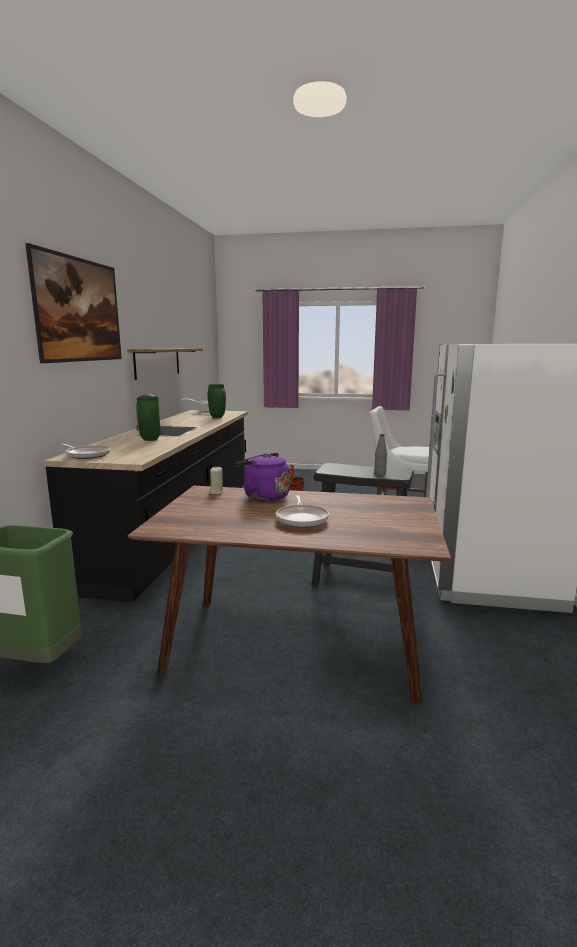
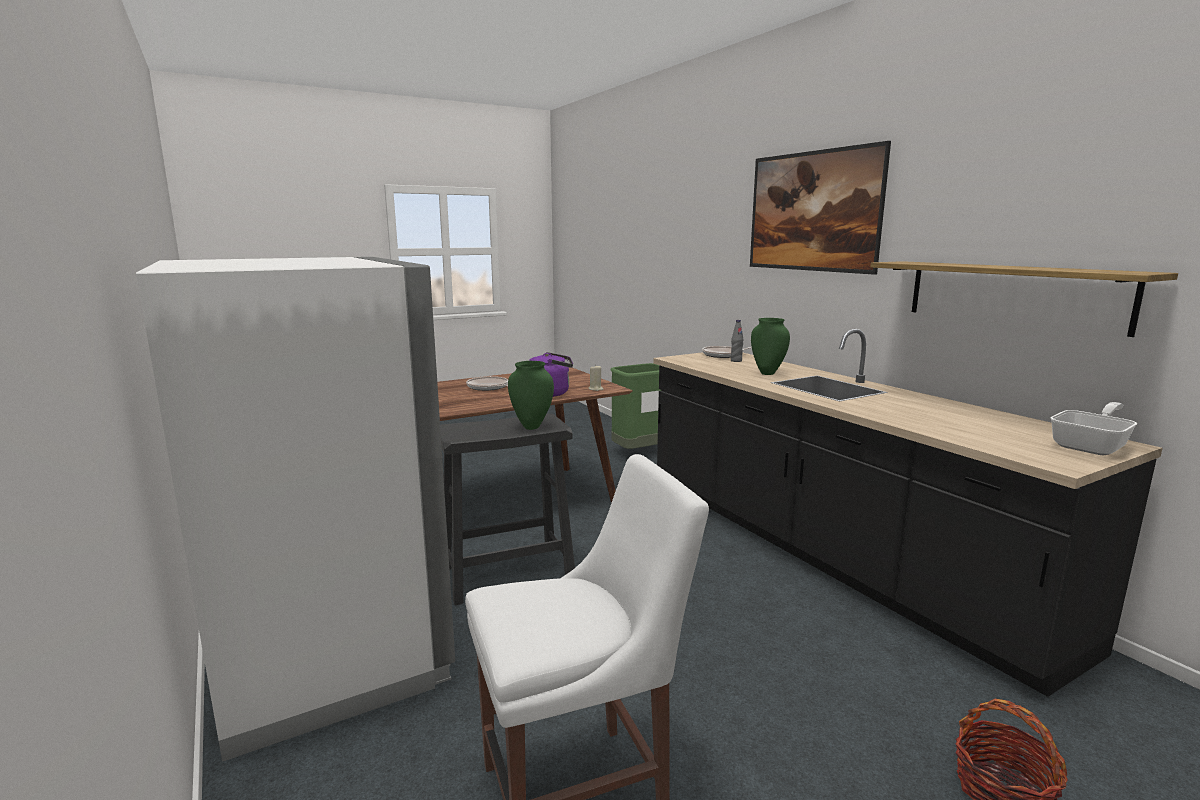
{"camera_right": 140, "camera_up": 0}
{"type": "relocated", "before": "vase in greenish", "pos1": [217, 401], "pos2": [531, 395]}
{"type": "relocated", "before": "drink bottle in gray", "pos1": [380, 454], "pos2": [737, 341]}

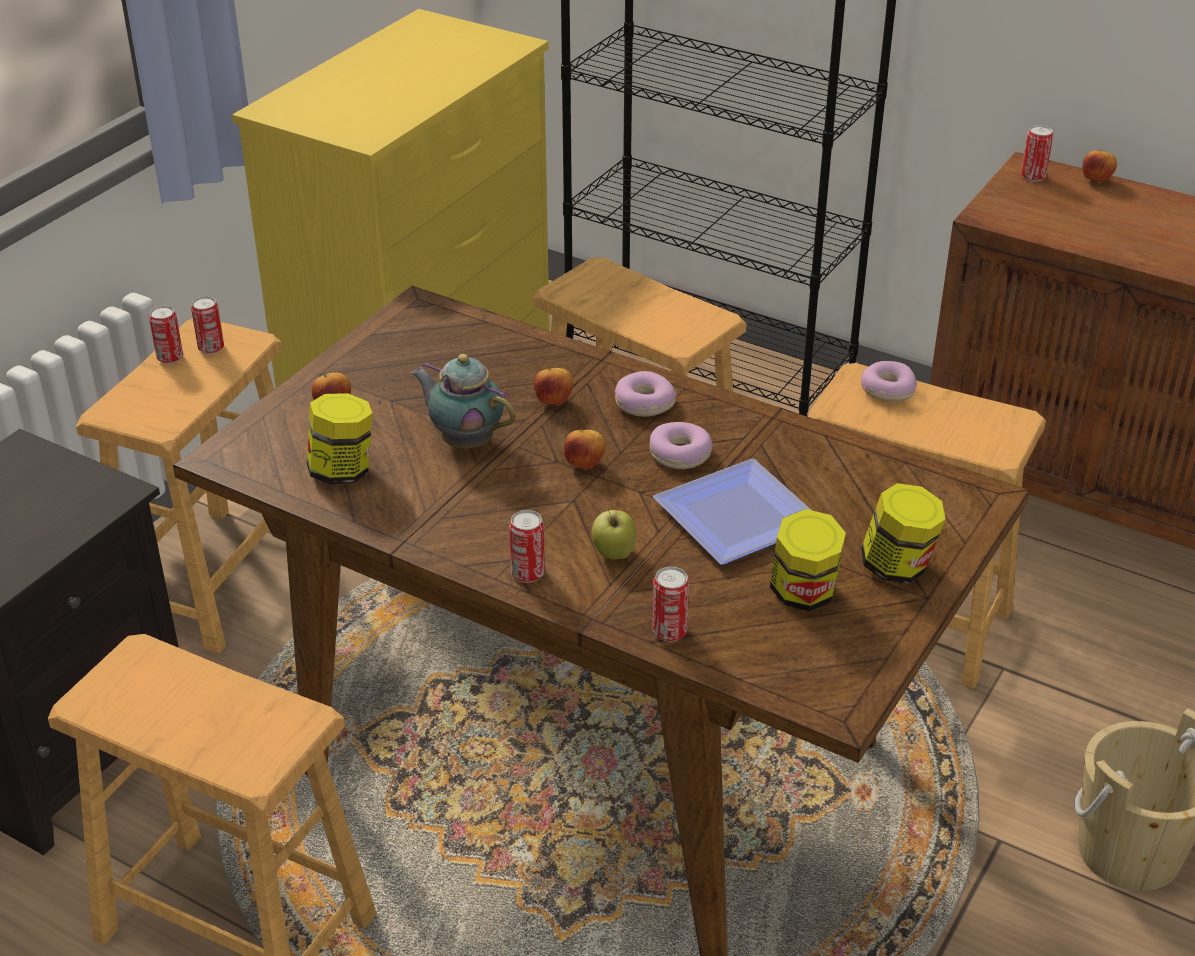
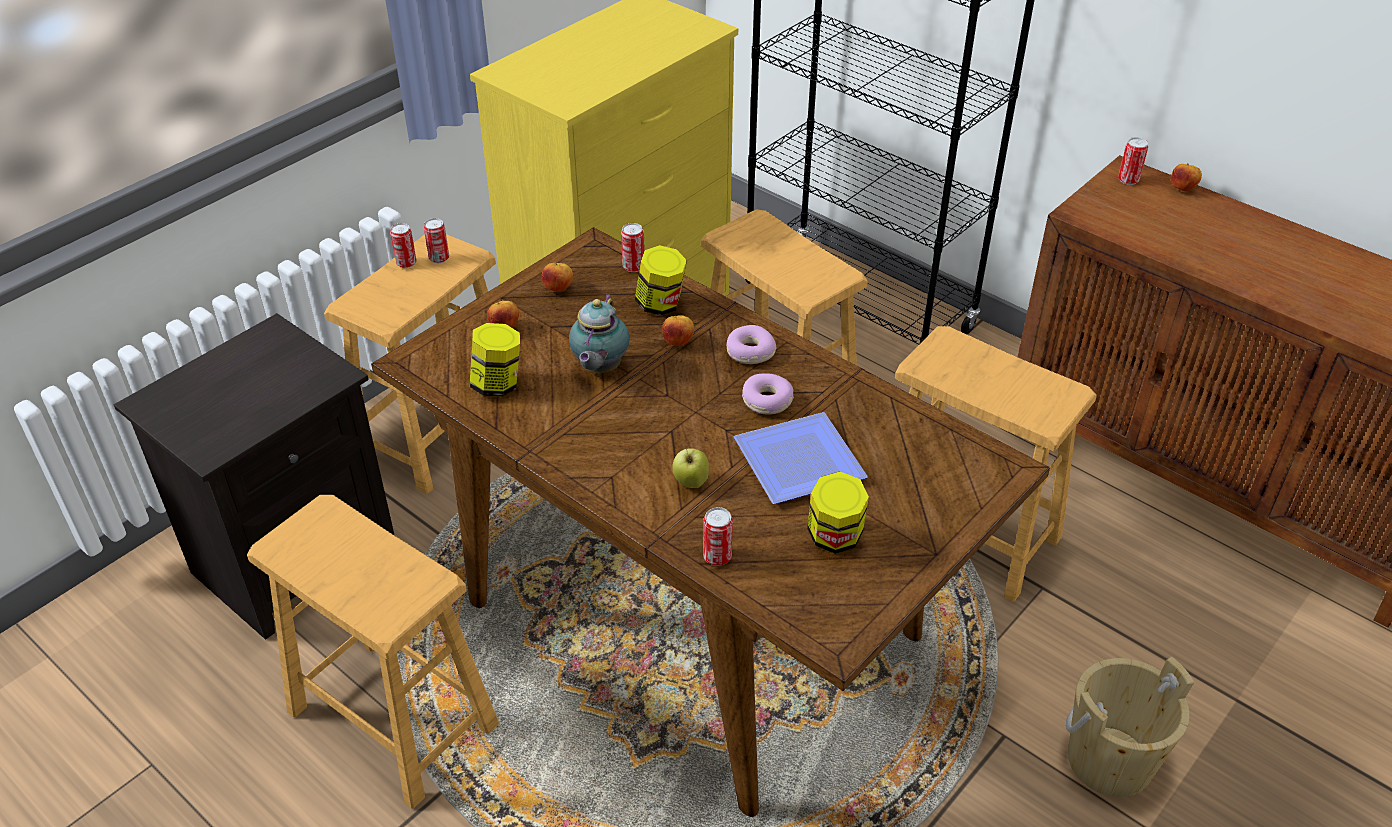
{"camera_right": 10, "camera_up": 5}
{"type": "spun", "before": "tea pot", "pos1": [463, 401], "pos2": [599, 333], "turn": -120}
{"type": "relocated", "before": "can", "pos1": [527, 546], "pos2": [633, 247]}
{"type": "relocated", "before": "apple fruit", "pos1": [585, 449], "pos2": [557, 277]}
{"type": "missing", "before": "donut", "pos1": [889, 381]}
{"type": "relocated", "before": "preserve jar", "pos1": [903, 533], "pos2": [661, 280]}

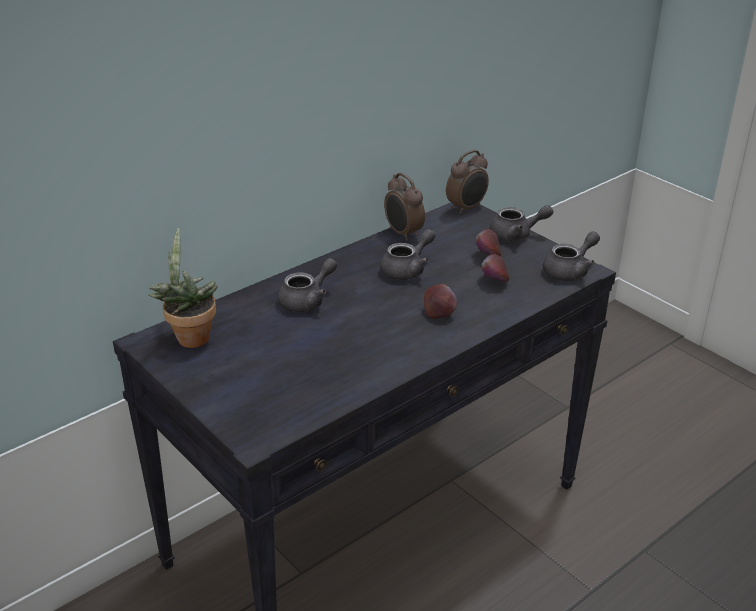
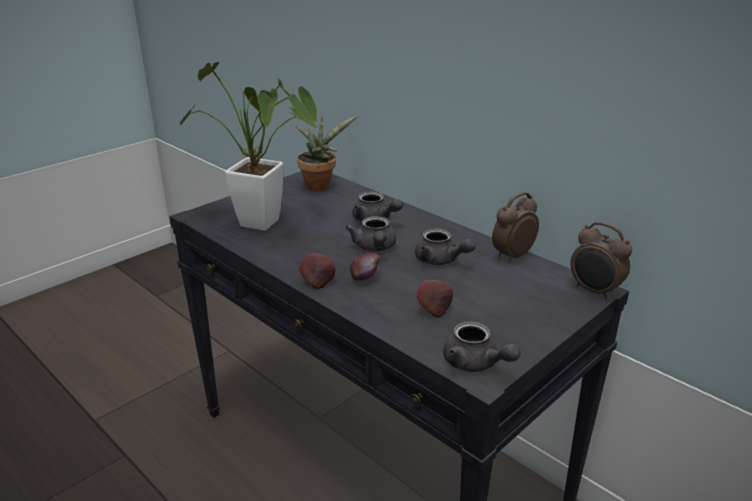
{"camera_right": 85, "camera_up": -5}
{"type": "relocated", "before": "apple fruit", "pos1": [488, 243], "pos2": [317, 271]}
{"type": "relocated", "before": "tea pot in gray", "pos1": [521, 223], "pos2": [371, 233]}
{"type": "appeared", "after": "plant in a pot", "pos2": [250, 146]}

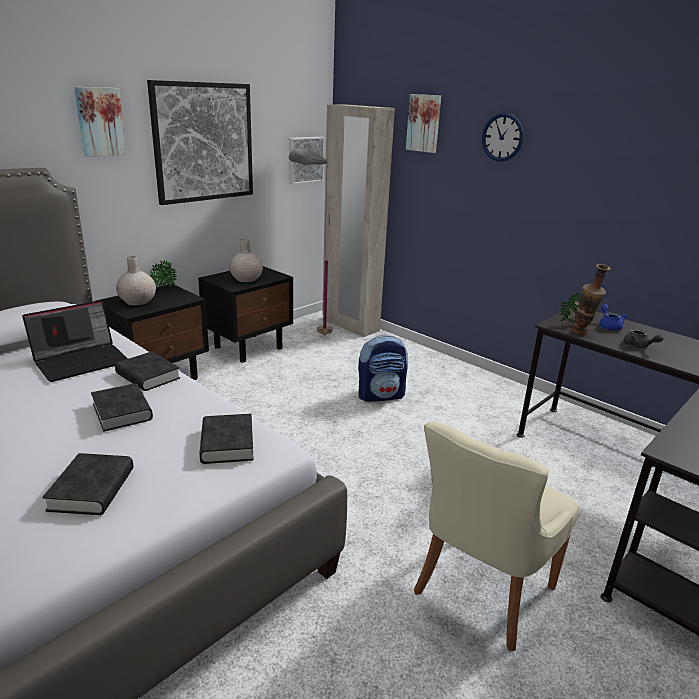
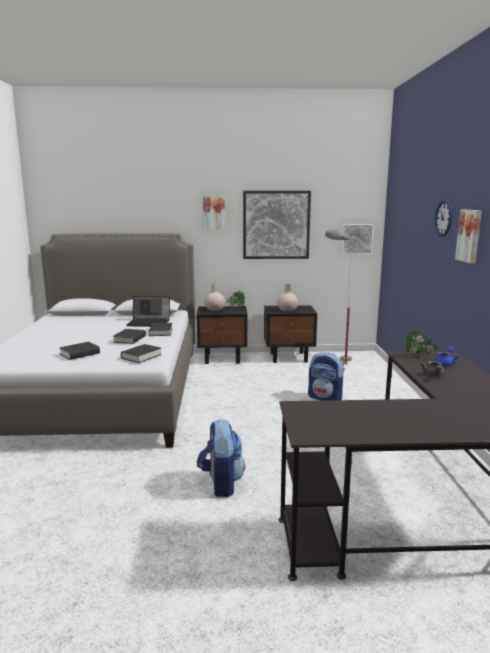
{"camera_right": 45, "camera_up": -10}
{"type": "missing", "before": "wardrobe in beige-coloured", "pos1": [358, 220]}
{"type": "relocated", "before": "wall picture", "pos1": [423, 123], "pos2": [468, 236]}
{"type": "exchanged", "before": "upright chair in beige-coloured", "after": "rucksack", "pos1": [497, 536], "pos2": [221, 458]}
{"type": "missing", "before": "vase", "pos1": [591, 299]}

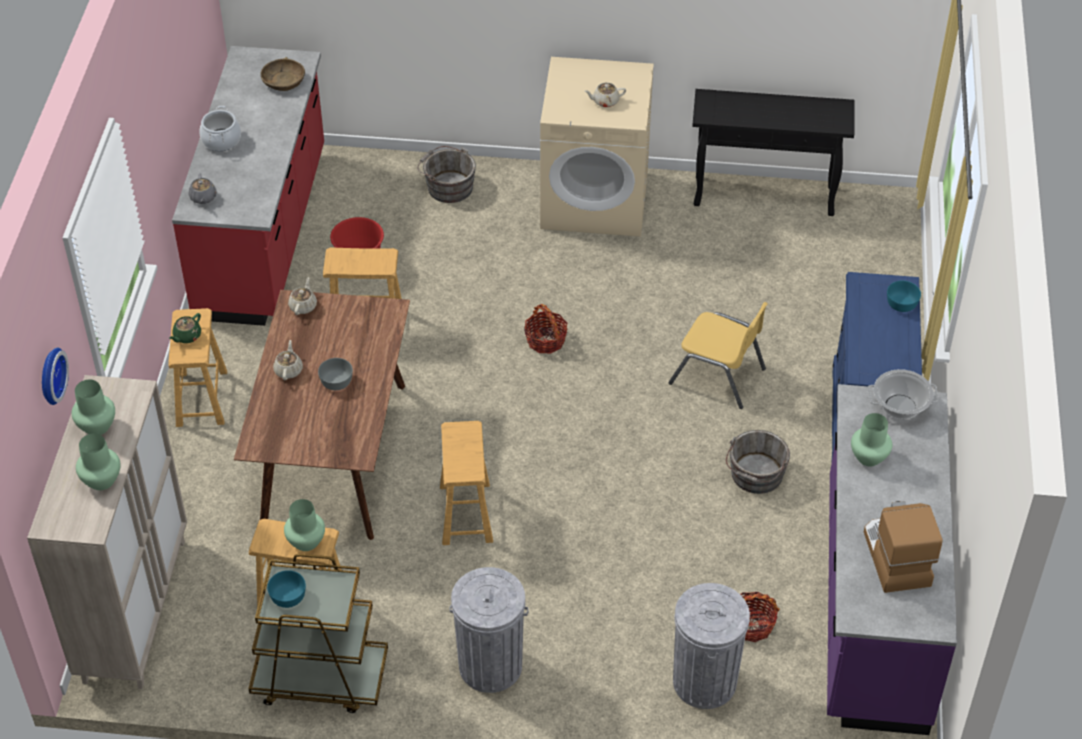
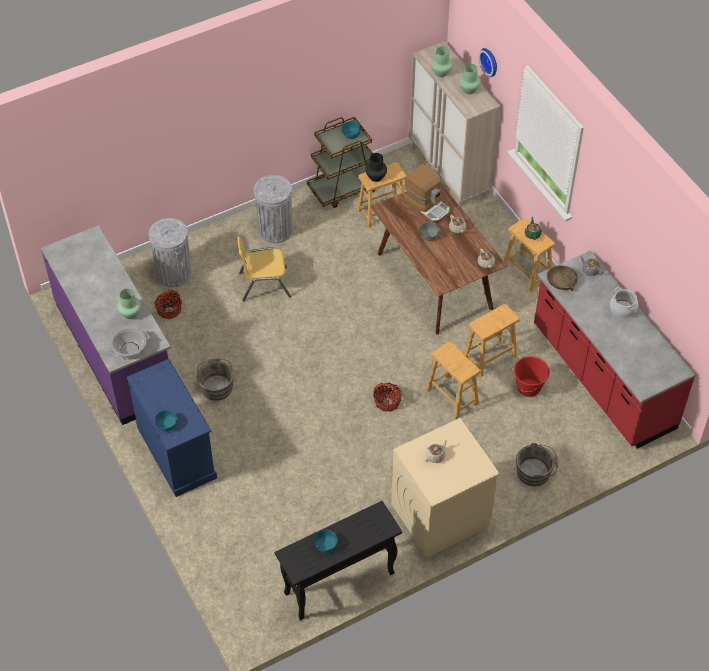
{"camera_right": 145, "camera_up": 5}
{"type": "relocated", "before": "deep dish in brown", "pos1": [282, 74], "pos2": [562, 278]}
{"type": "colour", "before": "vase in greenish", "after": "vase in black", "pos1": [304, 525], "pos2": [376, 167]}
{"type": "relocated", "before": "sitting stool in brown", "pos1": [466, 483], "pos2": [453, 380]}
{"type": "relocated", "before": "upright chair in yellow-coloured", "pos1": [718, 355], "pos2": [264, 268]}
{"type": "relocated", "before": "coffee maker", "pos1": [903, 547], "pos2": [427, 194]}
{"type": "appeared", "after": "deep dish in turquoise", "pos2": [326, 541]}

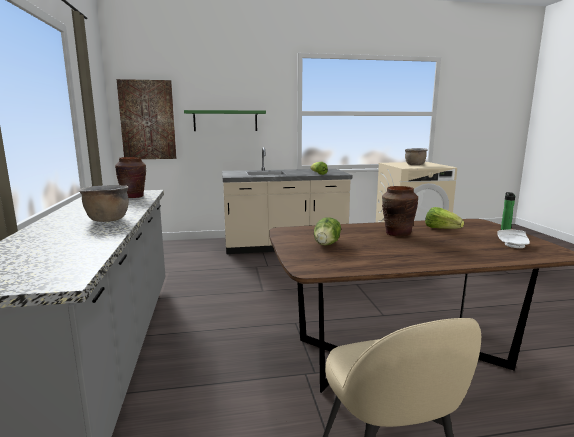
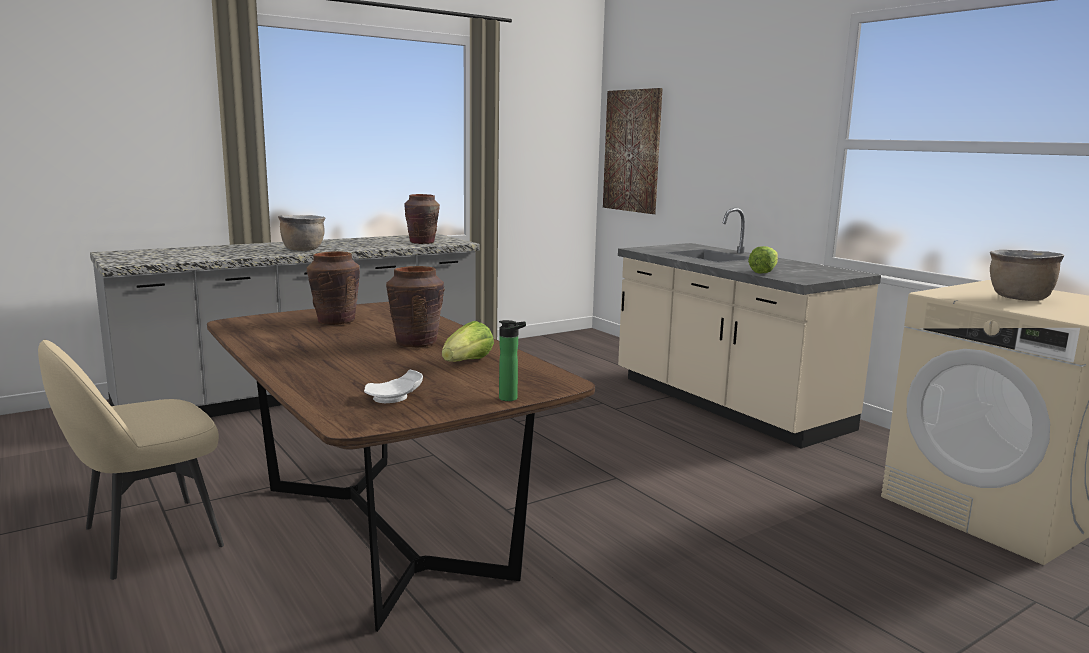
{"camera_right": 65, "camera_up": 0}
{"type": "missing", "before": "bracket shelf in greenish", "pos1": [225, 120]}
{"type": "exchanged", "before": "lettuce head", "after": "vase in brown", "pos1": [327, 231], "pos2": [333, 288]}

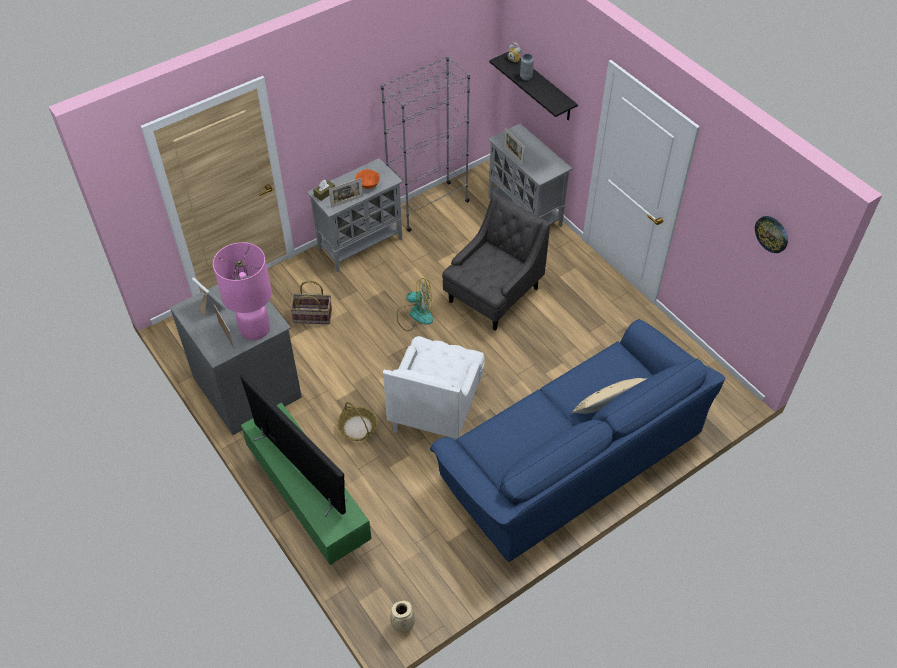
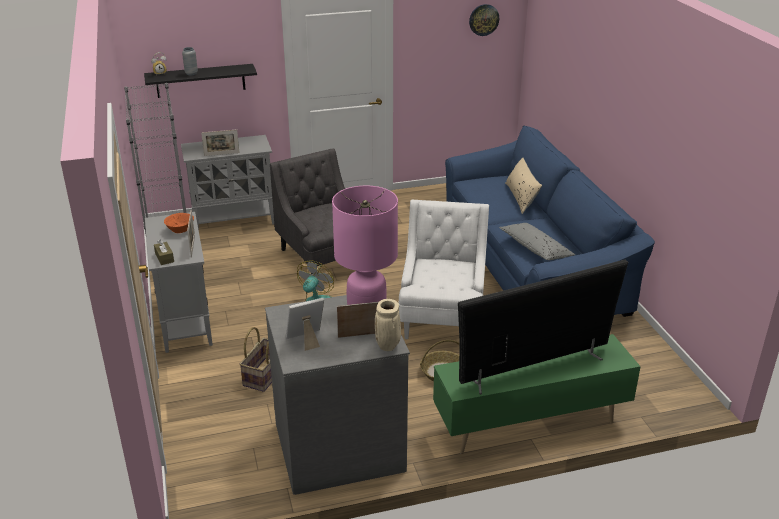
{"camera_right": -70, "camera_up": -20}
{"type": "spun", "before": "easy chair in white-coloured", "pos1": [434, 388], "pos2": [443, 269], "turn": -120}
{"type": "relocated", "before": "vase in beige-coloured", "pos1": [402, 616], "pos2": [388, 325]}
{"type": "appeared", "after": "cushion in gray", "pos2": [537, 241]}

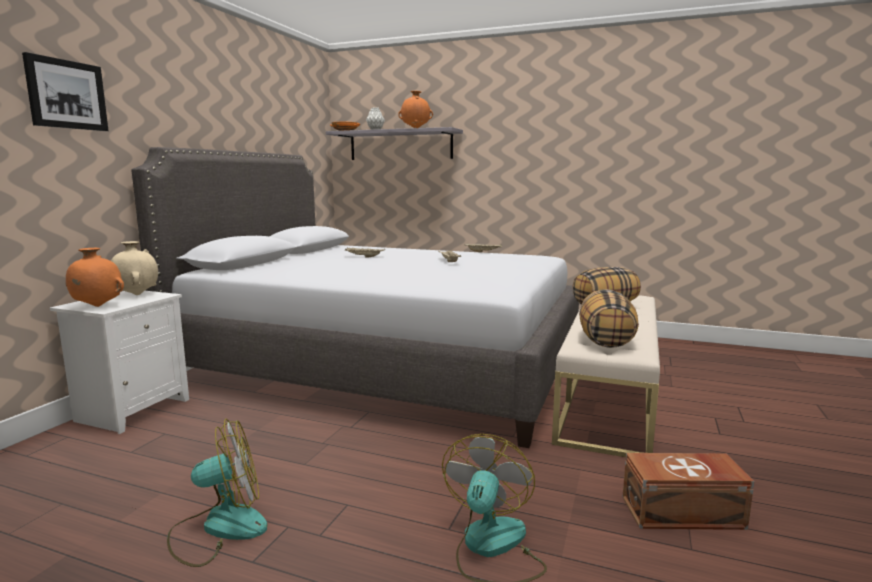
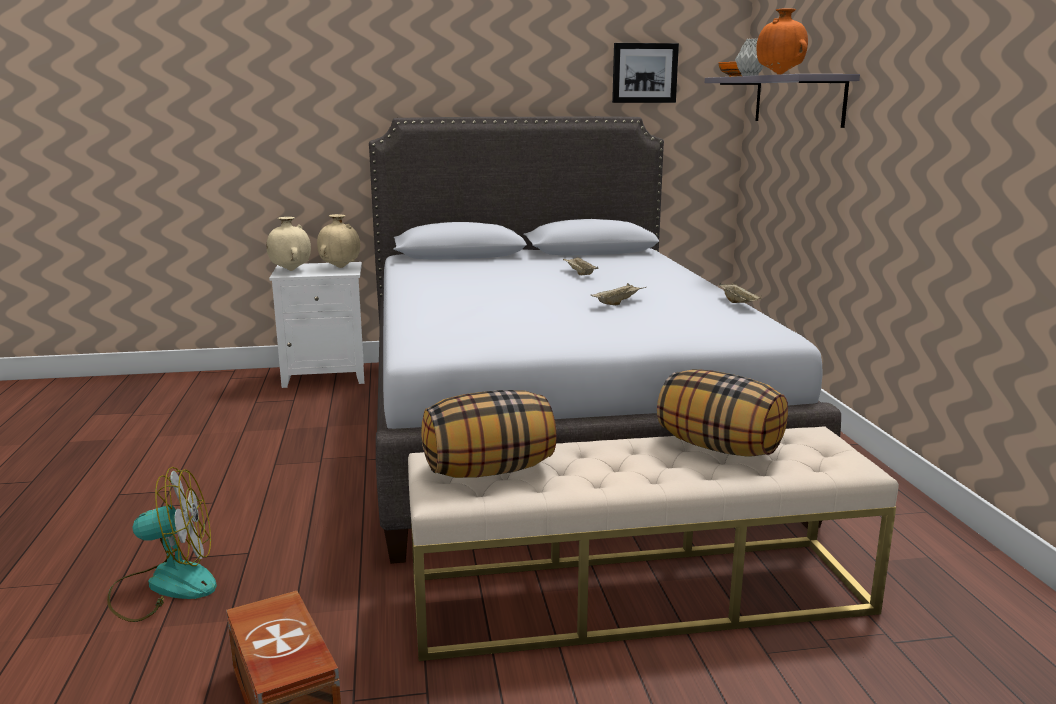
{"camera_right": 60, "camera_up": 5}
{"type": "relocated", "before": "wall picture", "pos1": [65, 91], "pos2": [645, 73]}
{"type": "colour", "before": "vase in orange", "after": "vase in beige-coloured", "pos1": [95, 277], "pos2": [288, 244]}
{"type": "missing", "before": "cooling fan", "pos1": [217, 493]}

